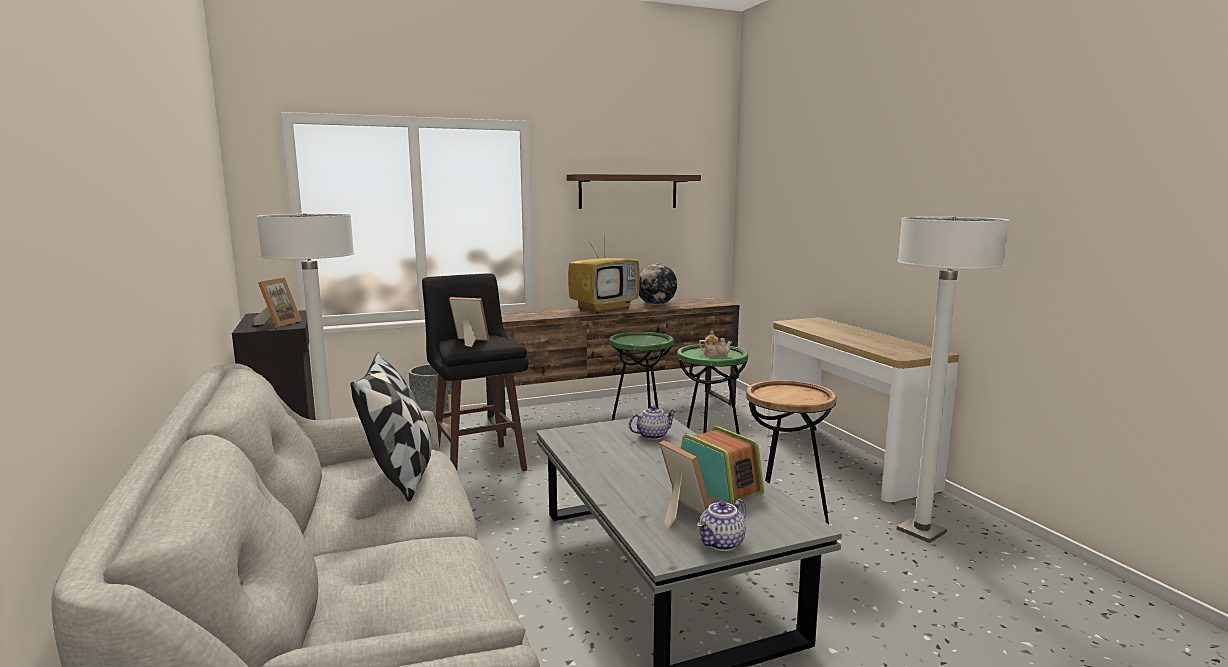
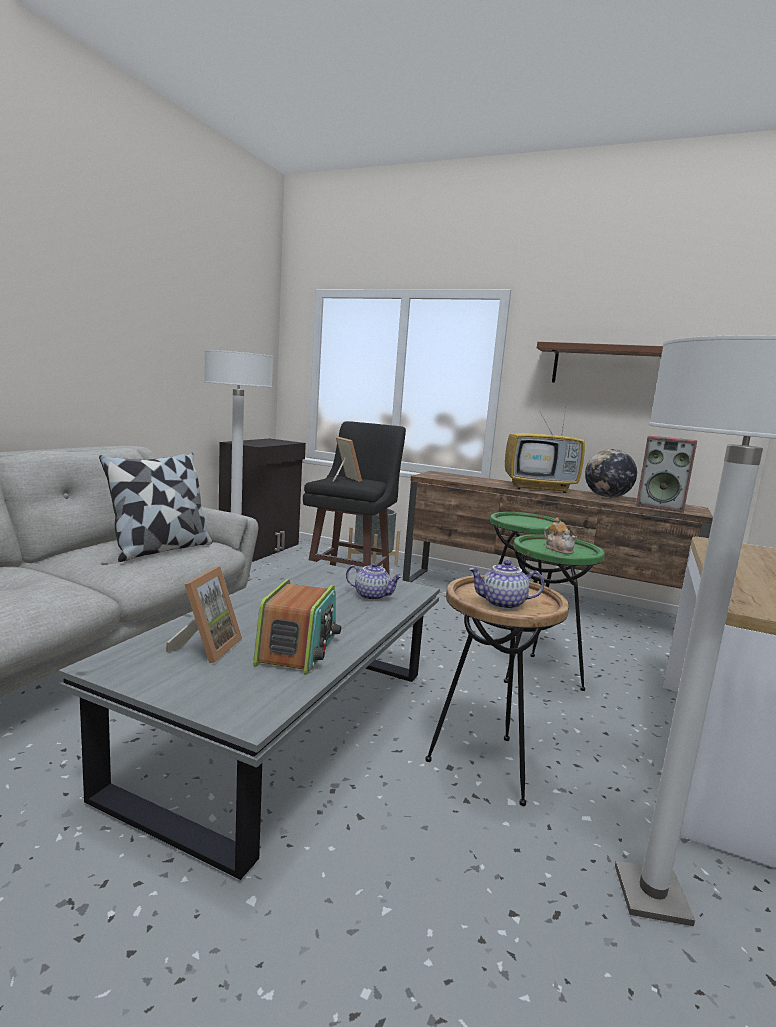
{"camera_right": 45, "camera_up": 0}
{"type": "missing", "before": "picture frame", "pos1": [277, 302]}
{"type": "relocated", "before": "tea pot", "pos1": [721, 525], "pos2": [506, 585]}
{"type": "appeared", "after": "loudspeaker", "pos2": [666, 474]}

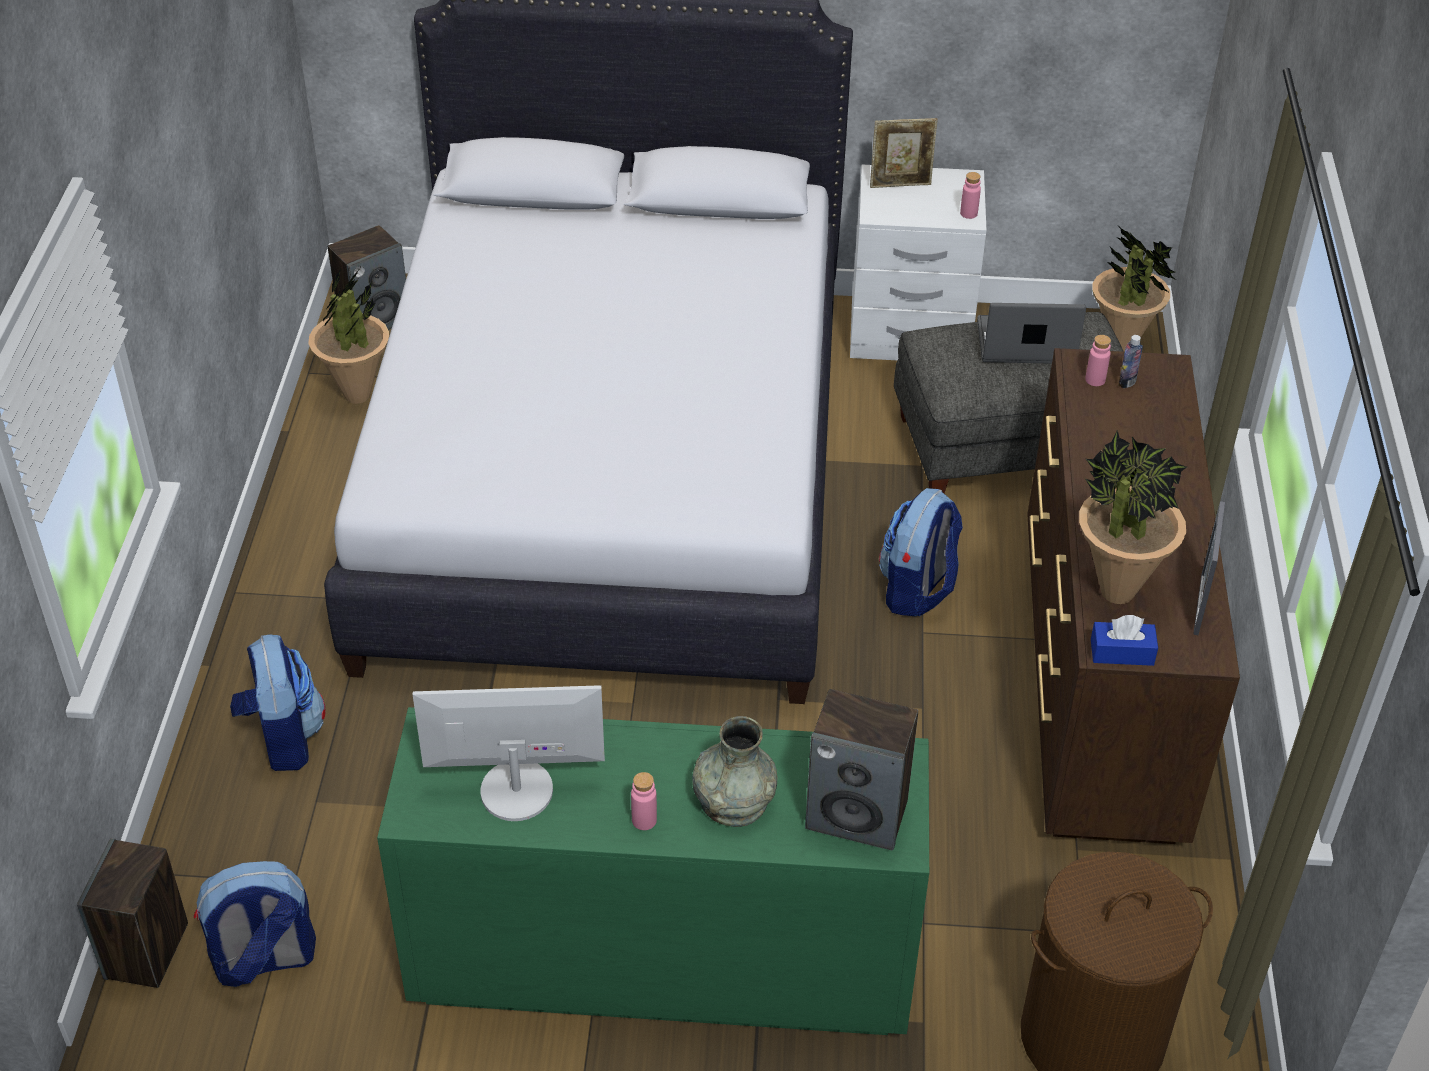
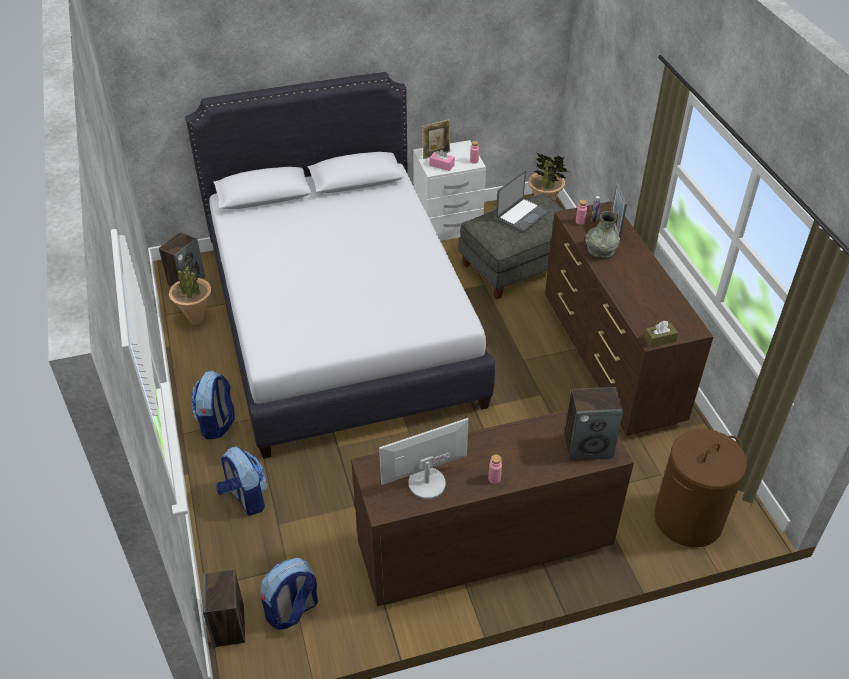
{"camera_right": -20, "camera_up": 0}
{"type": "colour", "before": "dresser in greenish", "after": "dresser in brown", "pos1": [653, 871], "pos2": [492, 508]}
{"type": "relocated", "before": "vase in gray", "pos1": [734, 771], "pos2": [602, 235]}
{"type": "relocated", "before": "rucksack", "pos1": [921, 552], "pos2": [213, 405]}
{"type": "spun", "before": "portable computer", "pos1": [1031, 333], "pos2": [522, 202], "turn": 150}
{"type": "missing", "before": "plant in a pot", "pos1": [1133, 517]}
{"type": "colour", "before": "tissue box in bluish", "after": "tissue box in brown", "pos1": [1124, 640], "pos2": [660, 334]}
{"type": "relocated", "before": "picture frame", "pos1": [1209, 568], "pos2": [619, 211]}
{"type": "appeared", "after": "tissue box in pink", "pos2": [442, 160]}

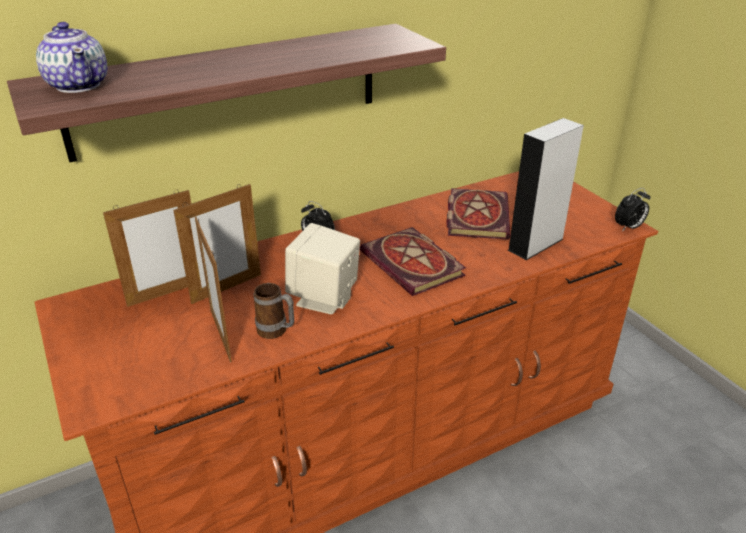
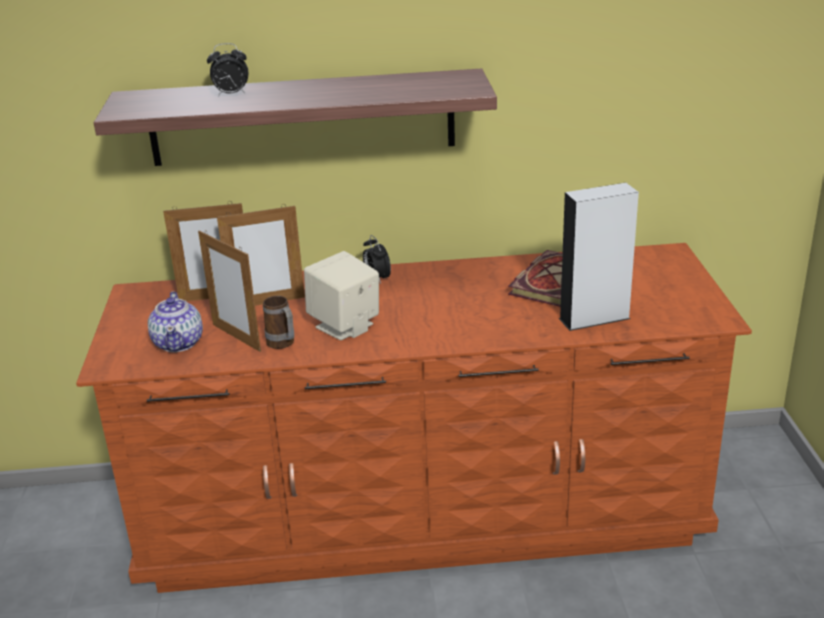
{"camera_right": 25, "camera_up": -5}
{"type": "relocated", "before": "tea pot", "pos1": [72, 57], "pos2": [175, 321]}
{"type": "spun", "before": "picture frame", "pos1": [213, 289], "pos2": [229, 291], "turn": -45}
{"type": "missing", "before": "bound book", "pos1": [413, 261]}
{"type": "relocated", "before": "bedside clock", "pos1": [632, 210], "pos2": [227, 70]}

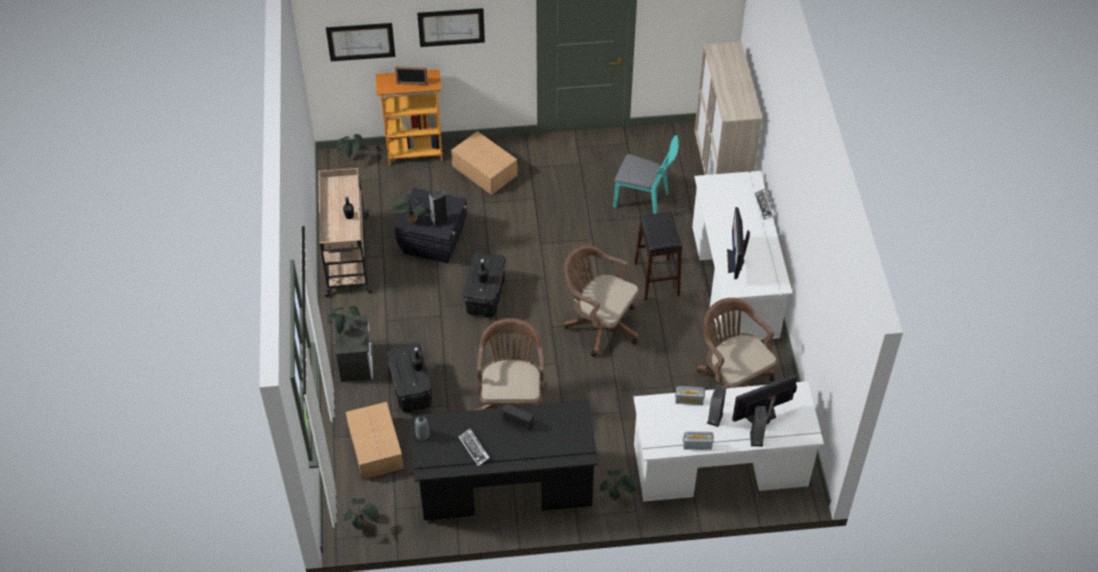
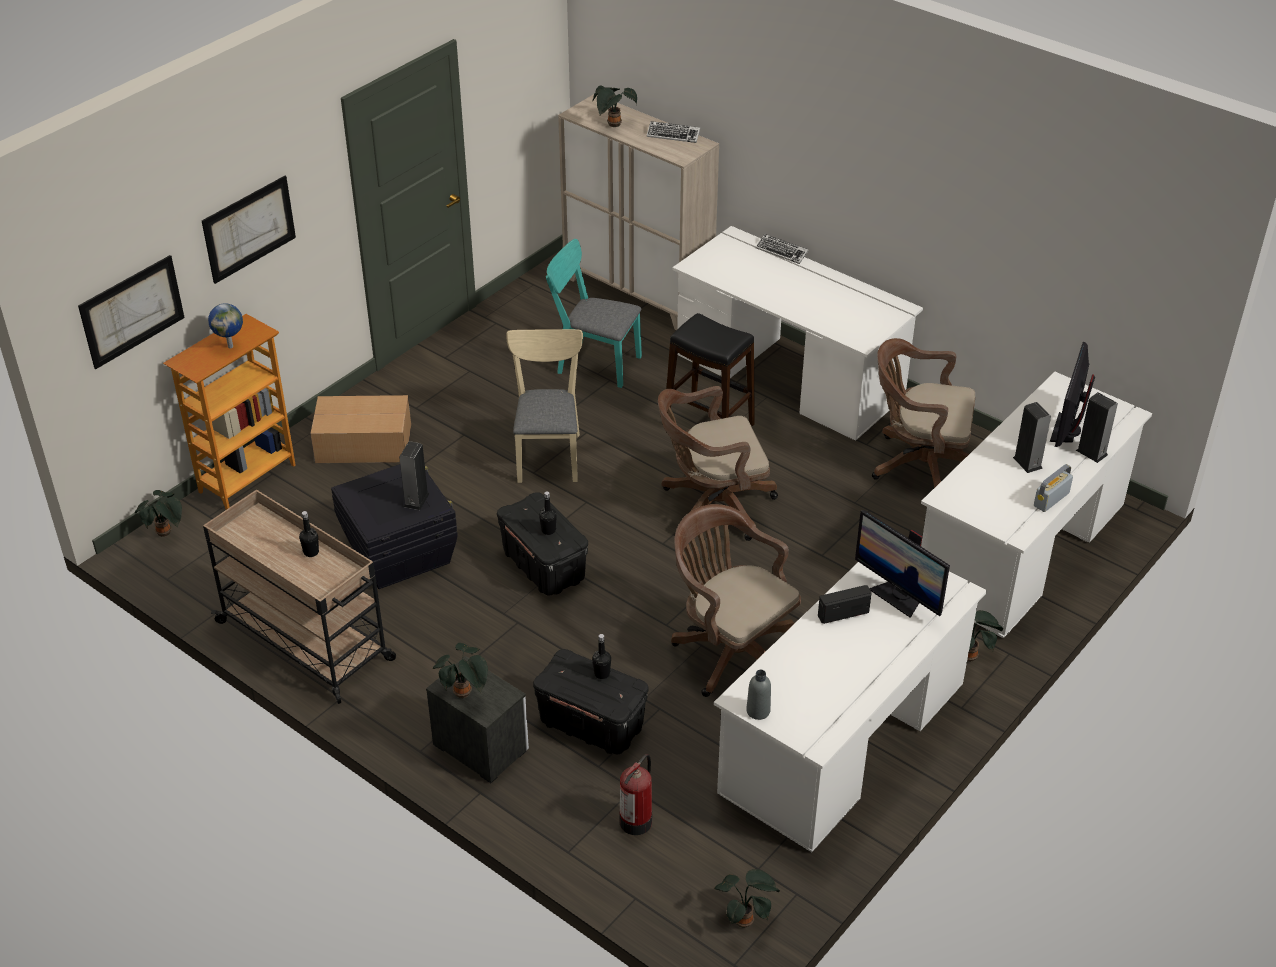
{"camera_right": -45, "camera_up": -10}
{"type": "exchanged", "before": "cardboard box", "after": "fire-fighting cylinder", "pos1": [375, 441], "pos2": [635, 794]}
{"type": "relocated", "before": "plant in a pot", "pos1": [409, 208], "pos2": [615, 106]}
{"type": "exchanged", "before": "picture frame", "after": "desk globe", "pos1": [411, 75], "pos2": [225, 325]}
{"type": "colour", "before": "desk in black", "after": "desk in white-coloured", "pos1": [504, 460], "pos2": [850, 707]}
{"type": "relocated", "before": "PC keyboard", "pos1": [474, 447], "pos2": [673, 132]}
{"type": "spun", "before": "upright chair in turquoise", "pos1": [646, 174], "pos2": [594, 313], "turn": -135}
{"type": "missing", "before": "radio set", "pos1": [690, 395]}
{"type": "relocated", "before": "computer display", "pos1": [738, 243], "pos2": [902, 564]}
{"type": "appeared", "after": "upright chair in beige-coloured", "pos2": [544, 406]}

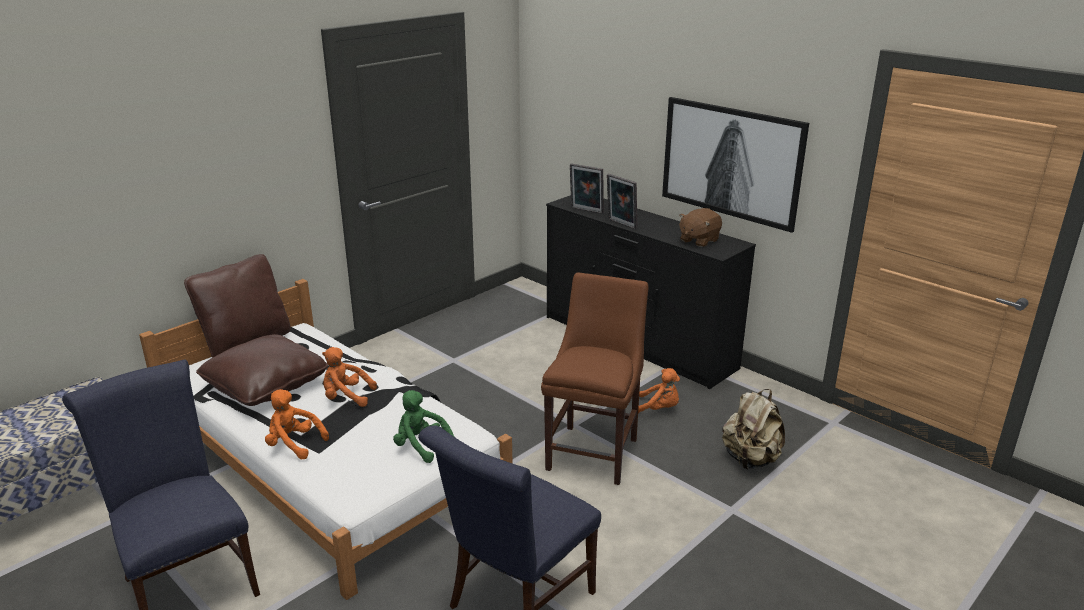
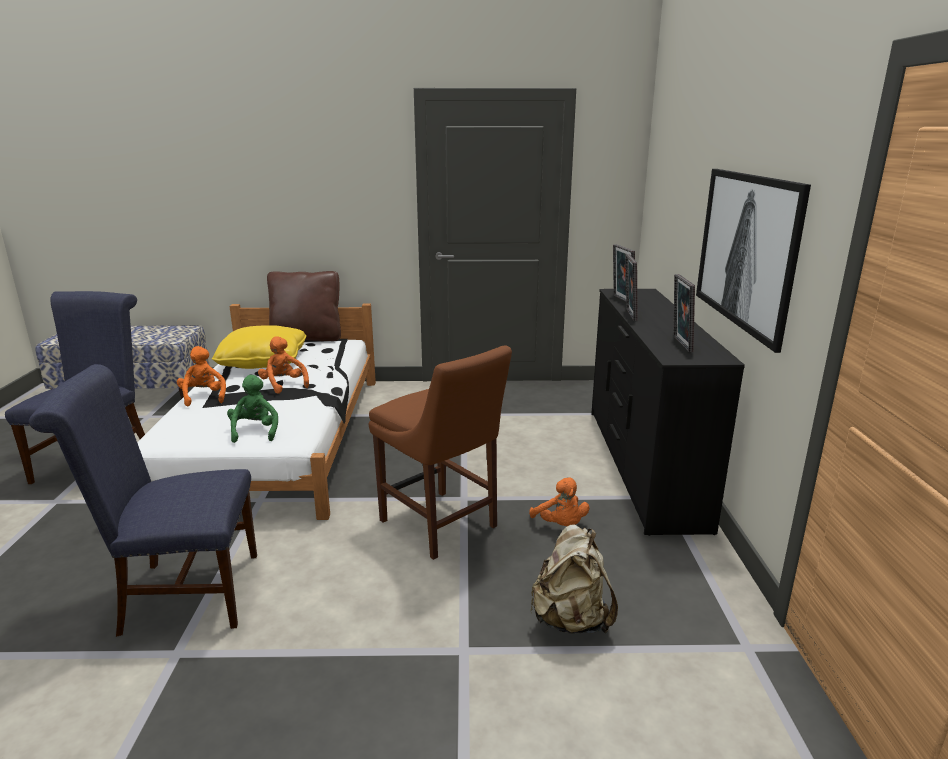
{"camera_right": 45, "camera_up": -5}
{"type": "colour", "before": "cushion in brown", "after": "cushion in yellow-coloured", "pos1": [262, 370], "pos2": [259, 347]}
{"type": "spun", "before": "upright chair in brown", "pos1": [594, 378], "pos2": [440, 452], "turn": 75}
{"type": "exchanged", "before": "cuddly toy in brown", "after": "picture frame", "pos1": [700, 227], "pos2": [684, 313]}

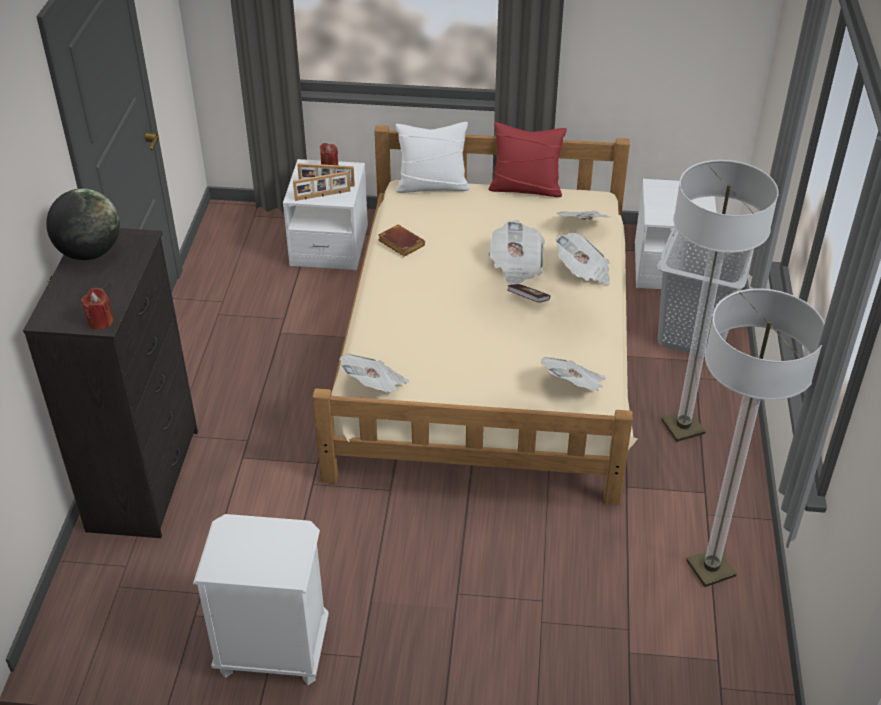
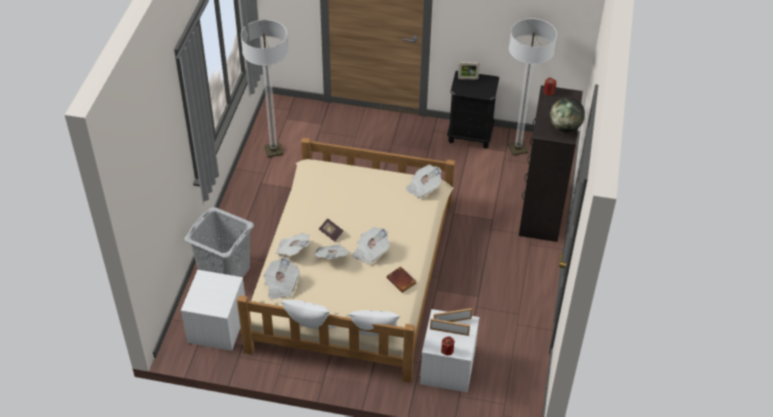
{"camera_right": -175, "camera_up": 5}
{"type": "colour", "before": "bedside table in white-coloured", "after": "bedside table in black", "pos1": [261, 599], "pos2": [473, 110]}
{"type": "colour", "before": "cushion in reddish", "after": "cushion in white-coloured", "pos1": [527, 159], "pos2": [308, 314]}
{"type": "relocated", "before": "printed paper", "pos1": [573, 374], "pos2": [371, 245]}
{"type": "relocated", "before": "standing lamp", "pos1": [720, 301], "pos2": [532, 87]}
{"type": "appeared", "after": "picture frame", "pos2": [469, 70]}

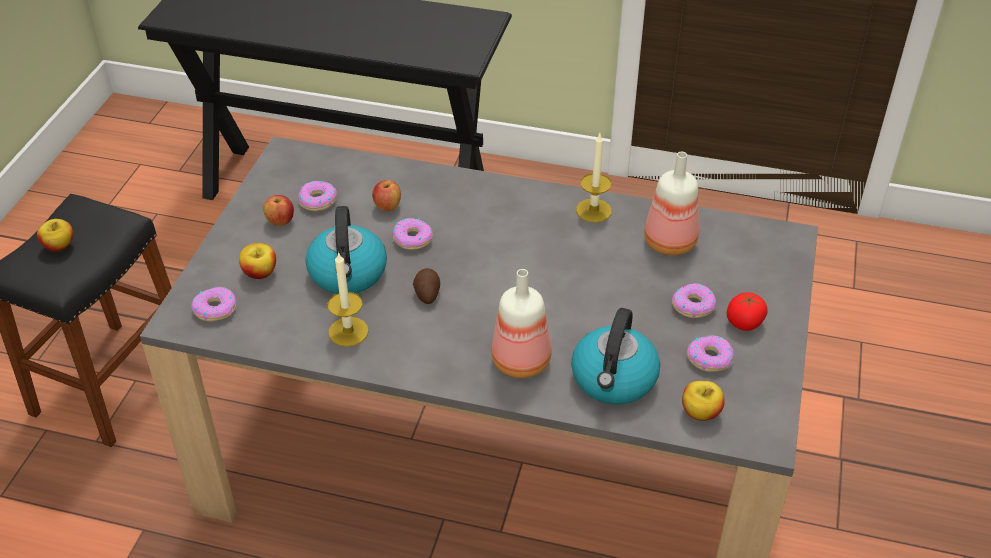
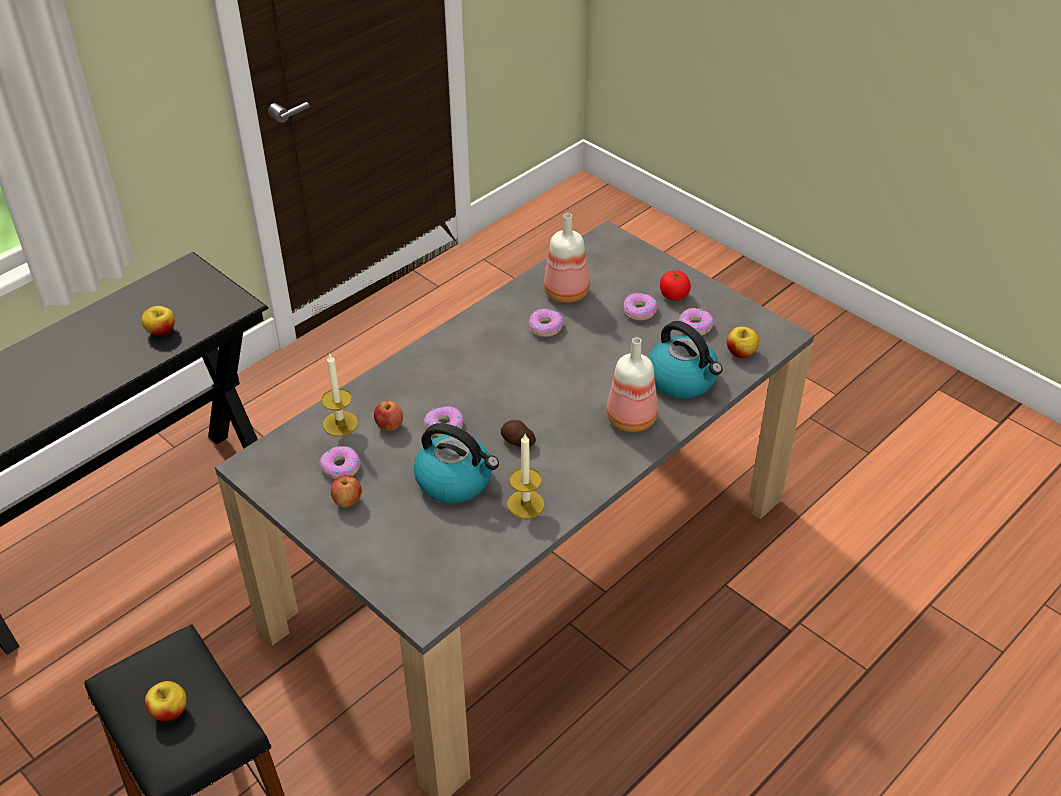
{"camera_right": -60, "camera_up": 0}
{"type": "relocated", "before": "donut", "pos1": [213, 304], "pos2": [546, 323]}
{"type": "relocated", "before": "apple fruit", "pos1": [257, 261], "pos2": [158, 321]}
{"type": "relocated", "before": "candle", "pos1": [594, 178], "pos2": [339, 395]}

